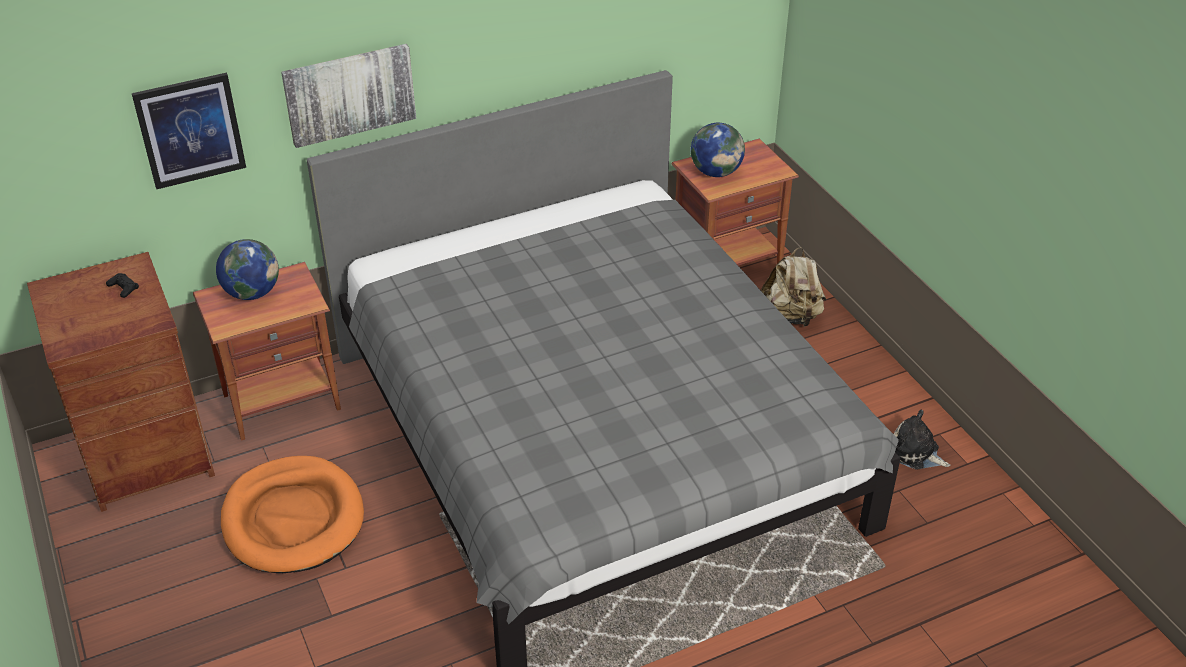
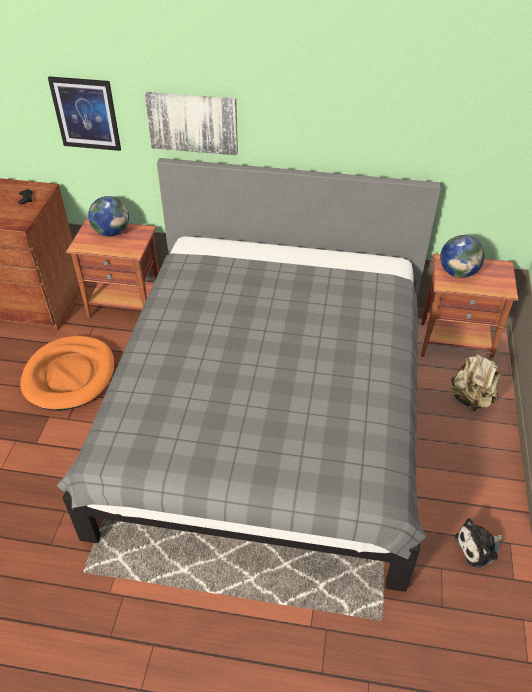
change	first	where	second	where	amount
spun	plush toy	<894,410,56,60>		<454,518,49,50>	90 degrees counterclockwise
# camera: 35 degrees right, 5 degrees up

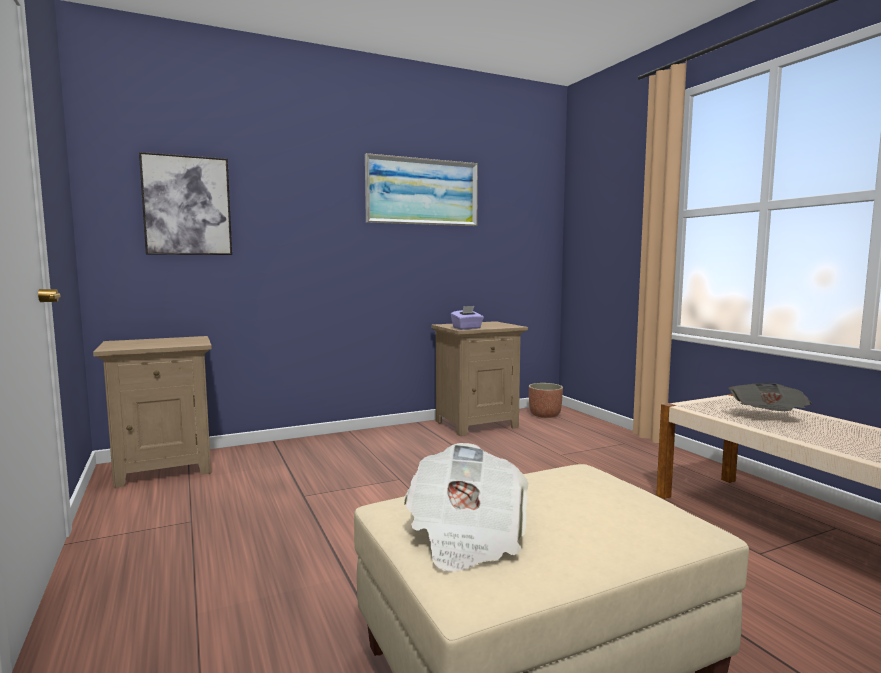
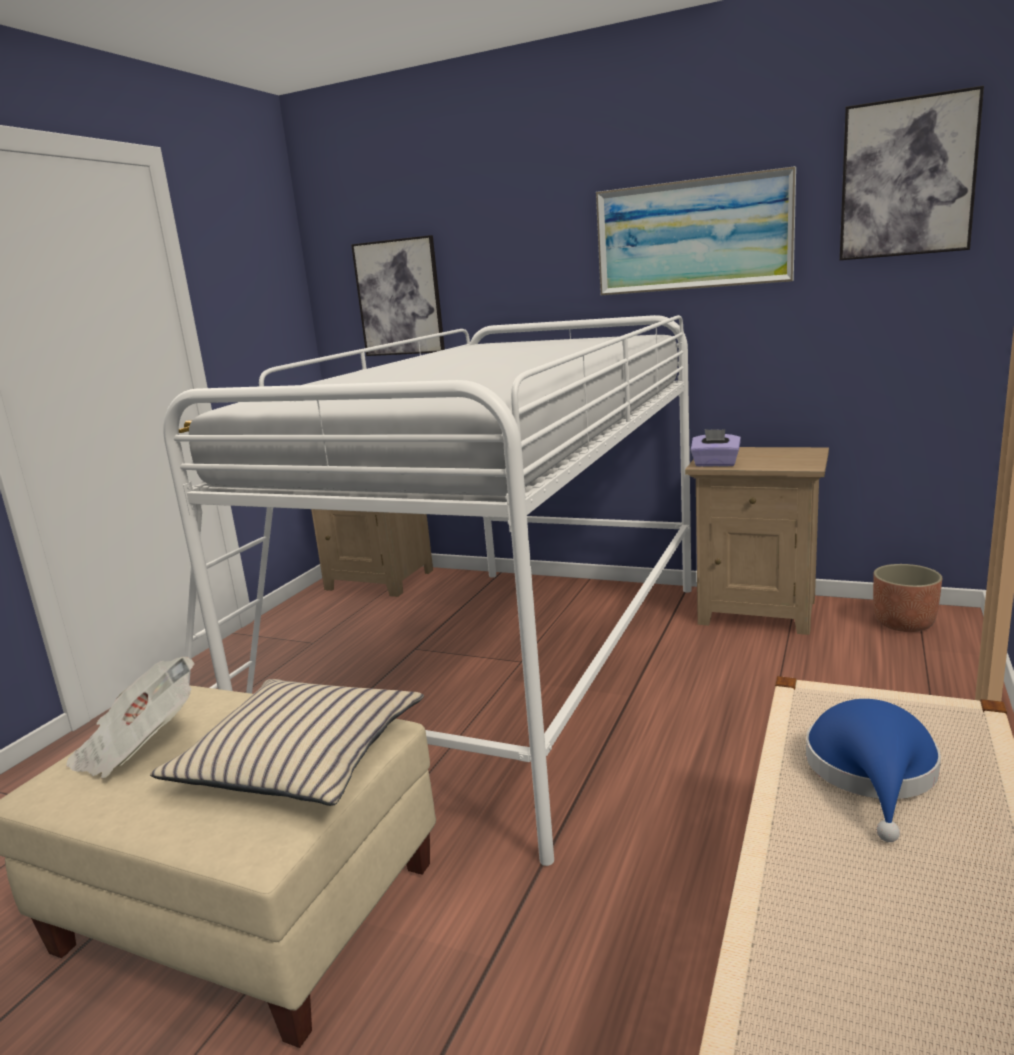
change	first	where	second	where	amount
appeared			beige pillow	<150,679,274,127>	
appeared			white bed	<163,315,529,551>	
appeared			picture	<840,85,144,175>	
exchanged	newspaper	<728,383,84,28>	blue hat	<806,699,135,143>	
# camera: 50 degrees right, 10 degrees up

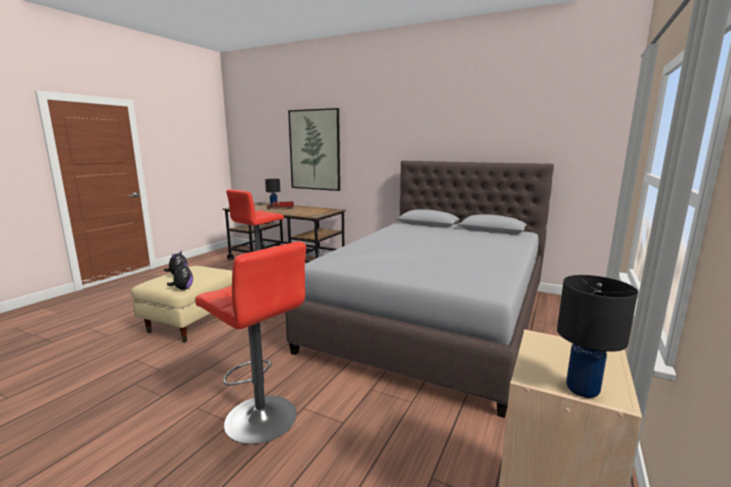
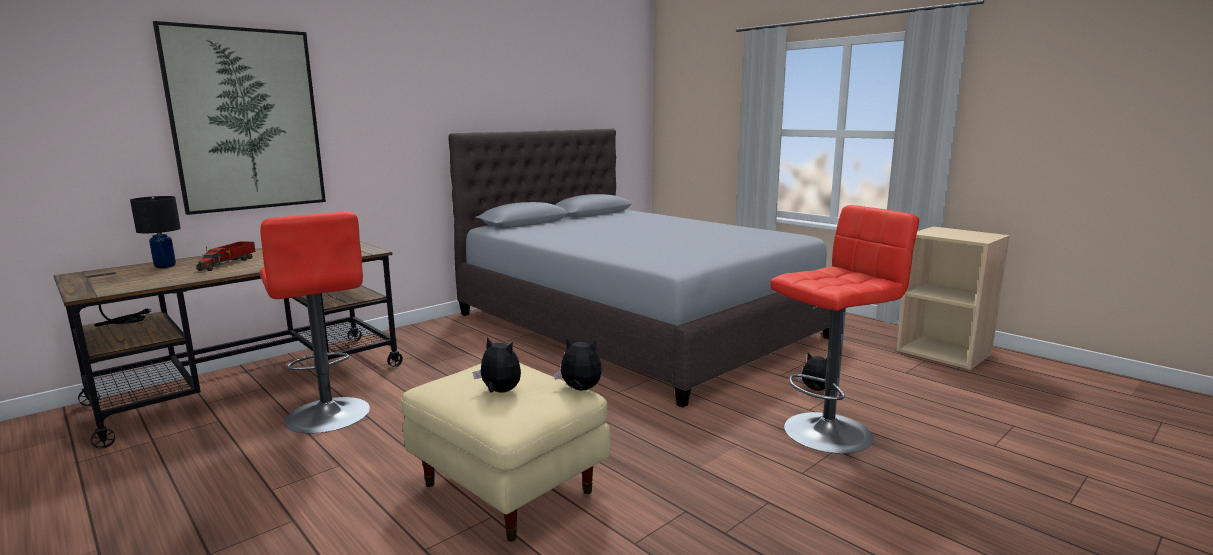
change	first	where	second	where	amount
missing	black table lamp	<557,275,81,123>			
appeared			plush toy	<797,353,30,38>	
# camera: 70 degrees left, 0 degrees up

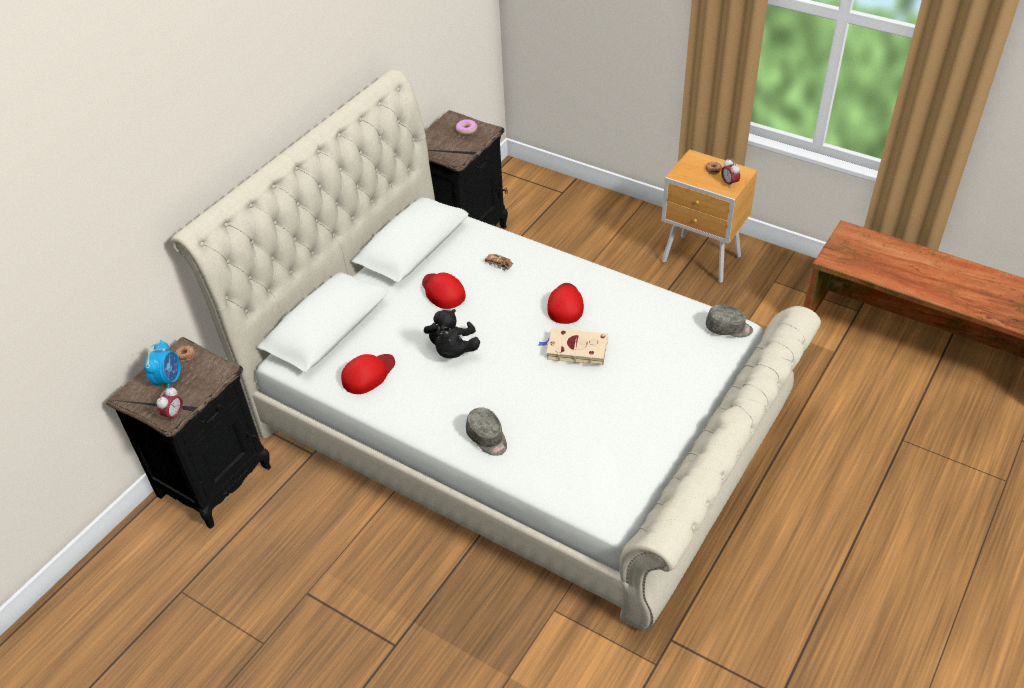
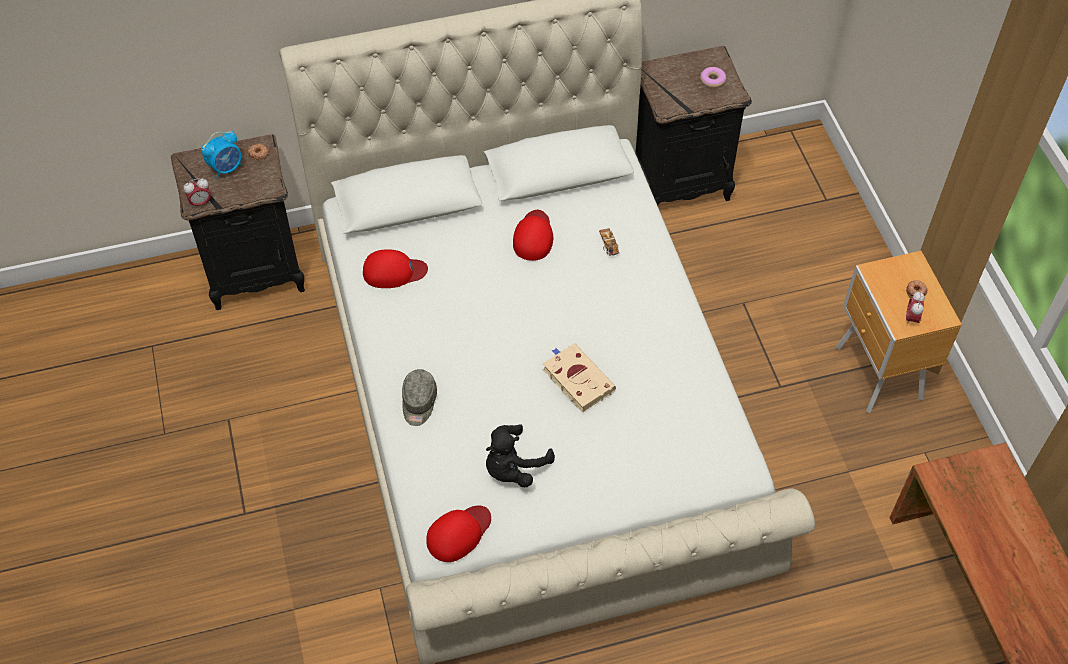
change	first	where	second	where	amount
missing	grey cap	<706,304,47,34>			
relocated	black plush toy	<424,309,56,49>		<486,424,69,63>	
relocated	red cap	<547,283,37,41>		<426,506,65,56>	
# camera: 40 degrees right, 10 degrees up

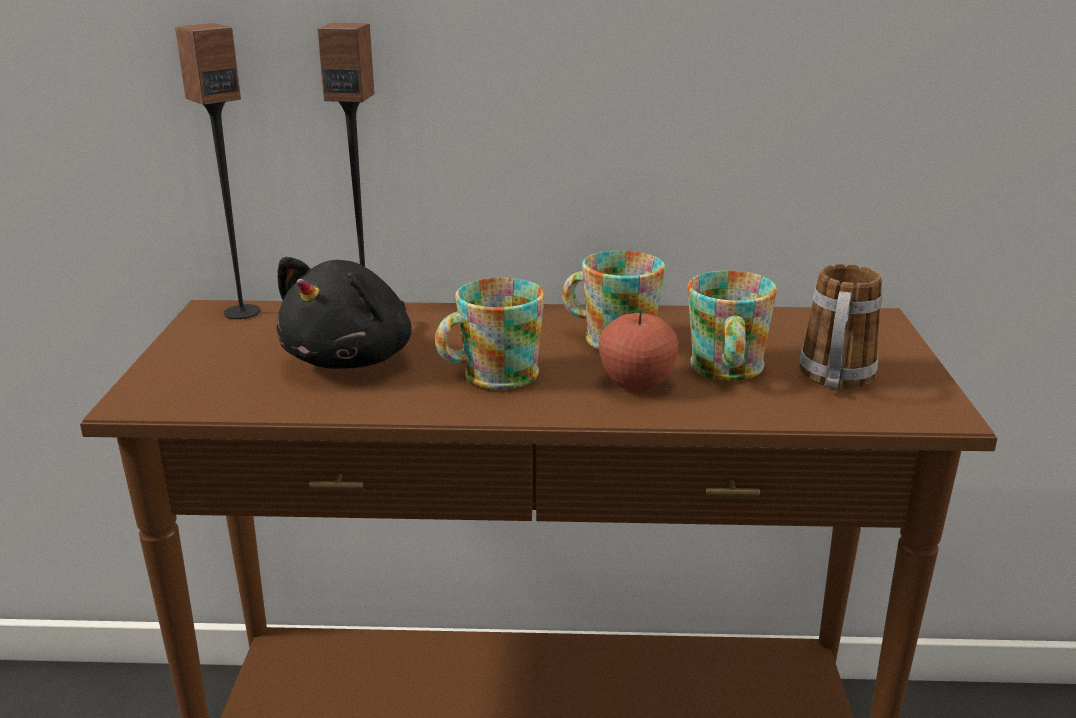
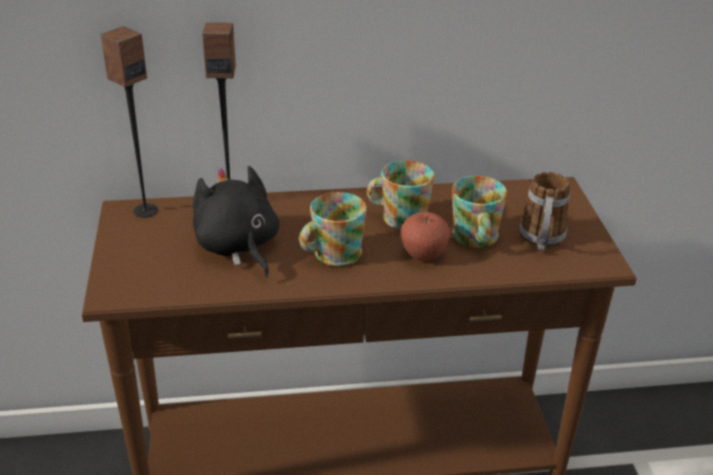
change	first	where	second	where	amount
spun	black plush toy	<276,257,136,112>		<193,166,86,112>	135 degrees clockwise
# camera: 10 degrees left, 10 degrees up

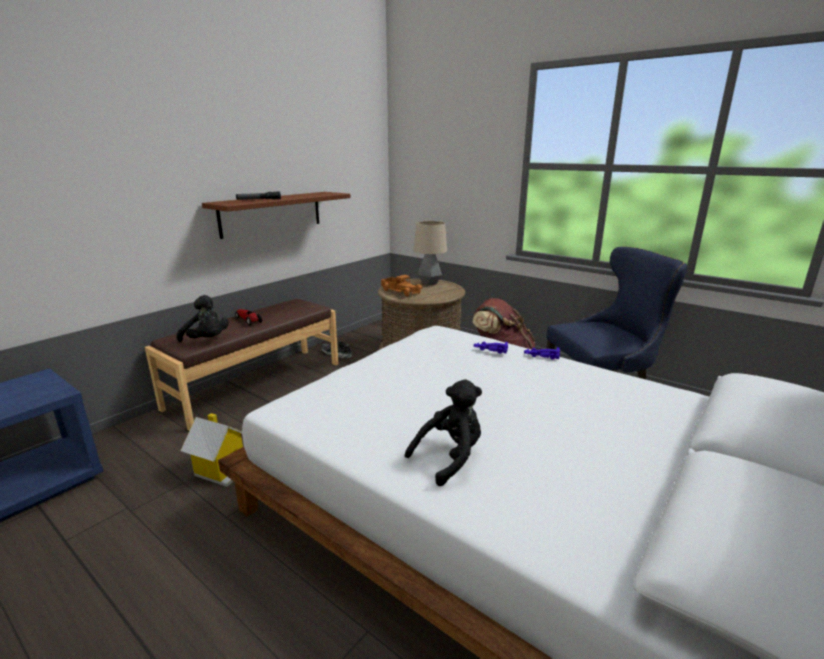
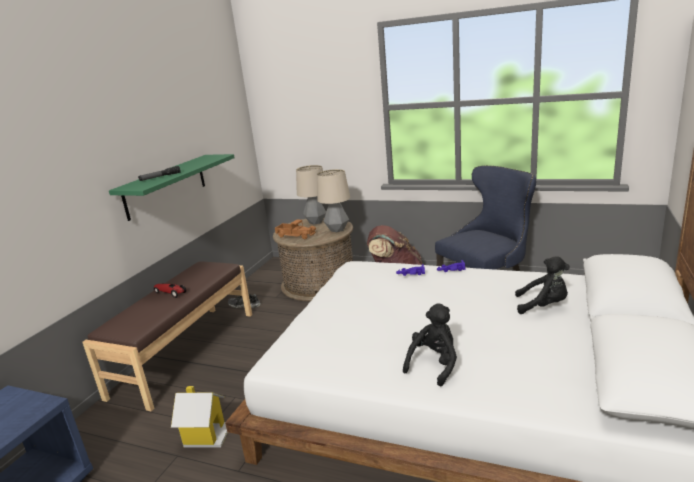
change	first	where	second	where	amount
appeared			table lamp	<317,169,33,63>	
relocated	black plush toy	<177,295,52,47>		<515,256,55,58>	
colour	brown shelf	<202,192,149,47>	green shelf	<109,154,126,67>	
# camera: 15 degrees left, 0 degrees up

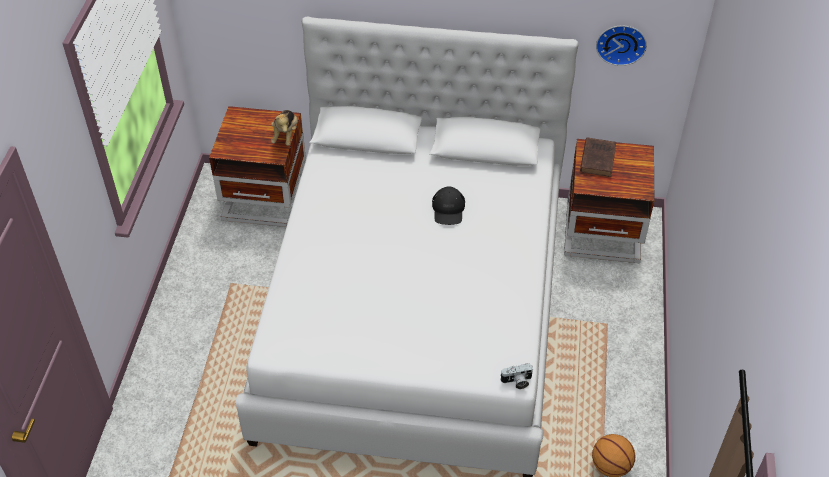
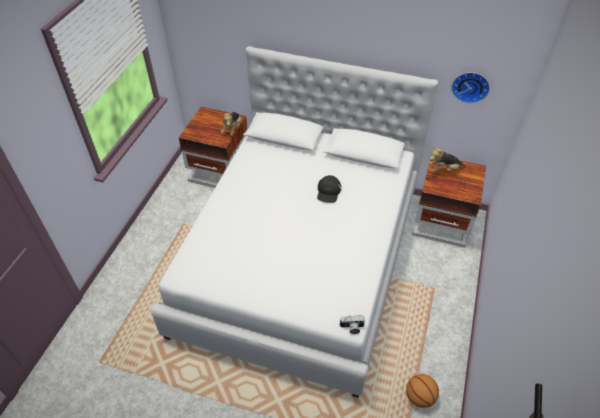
change	first	where	second	where	amount
exchanged	brown book	<580,137,36,40>	plush toy	<429,147,37,25>	
# camera: 10 degrees right, 0 degrees up

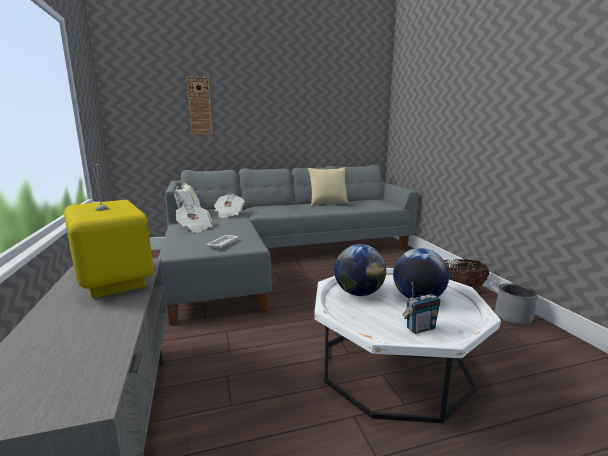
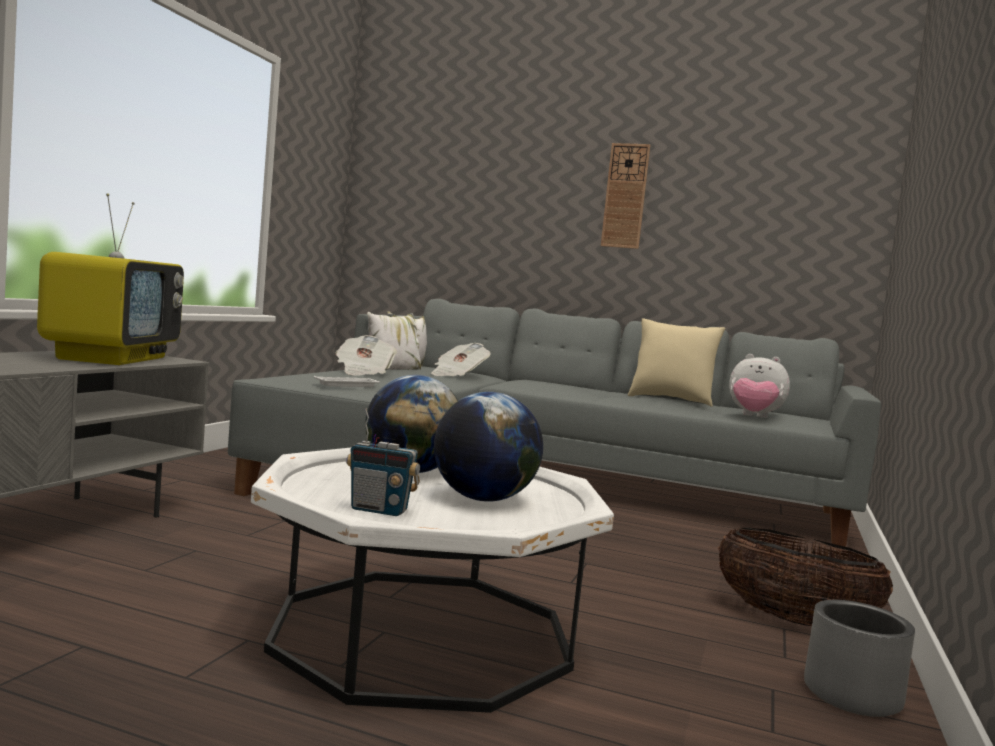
change	first	where	second	where	amount
appeared			plush toy	<729,354,61,64>	
relocated	wall clock	<187,76,25,58>		<601,143,49,106>	
# camera: 35 degrees right, 10 degrees down

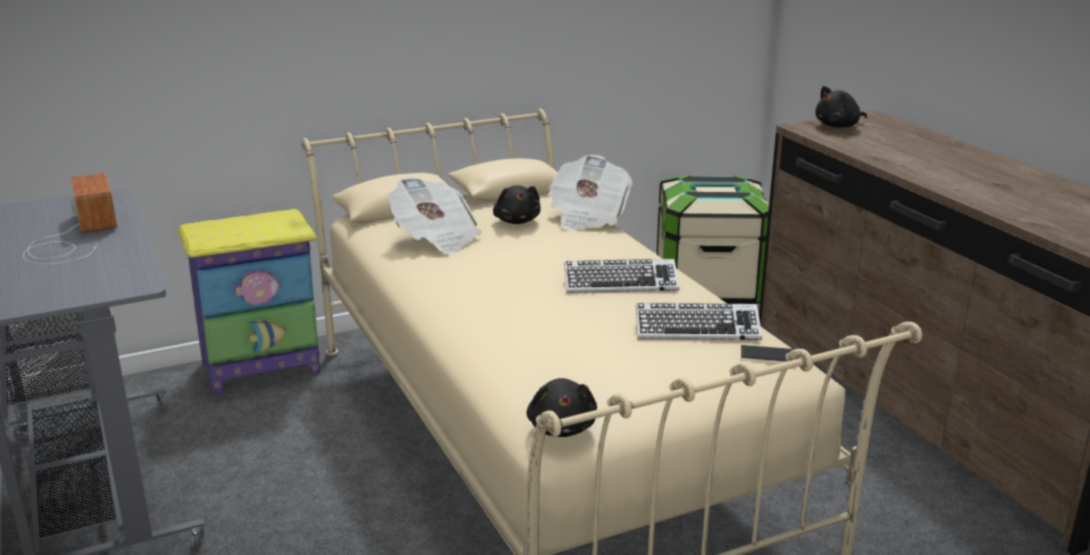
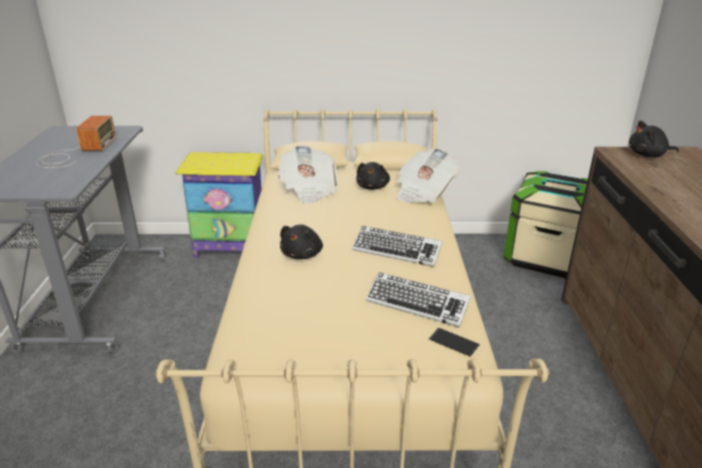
change	first	where	second	where	amount
relocated	black plush toy	<526,378,71,59>		<280,225,43,34>	
# camera: 25 degrees right, 5 degrees up

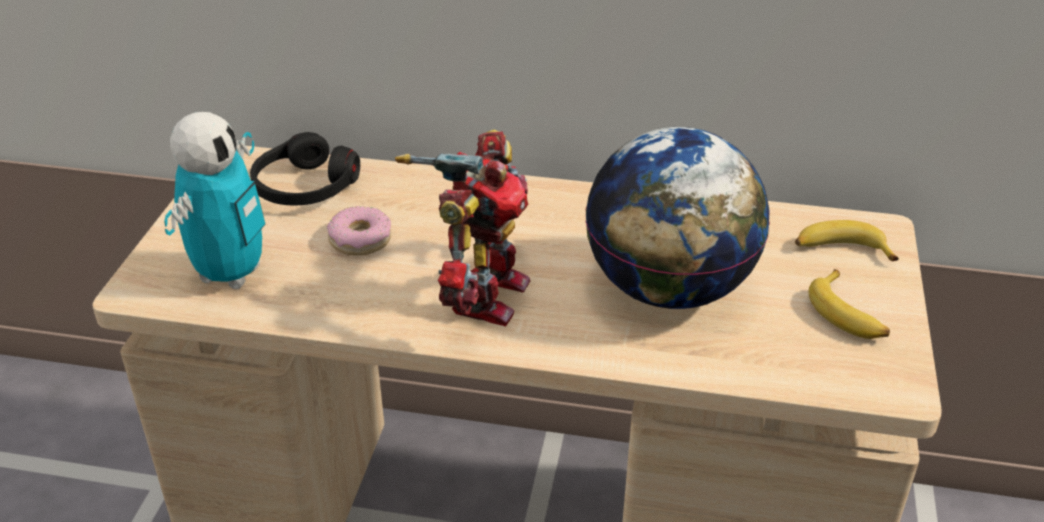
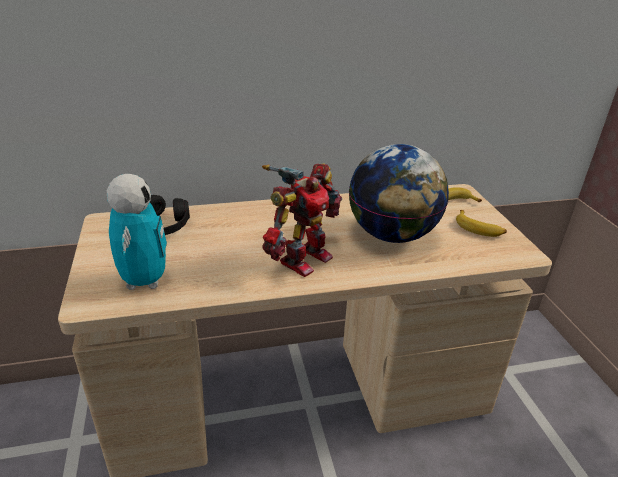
change	first	where	second	where	amount
missing	donut	<327,206,64,50>			
spun	toy robot	<395,129,135,197>		<262,163,80,114>	45 degrees clockwise
# camera: 25 degrees left, 5 degrees down

